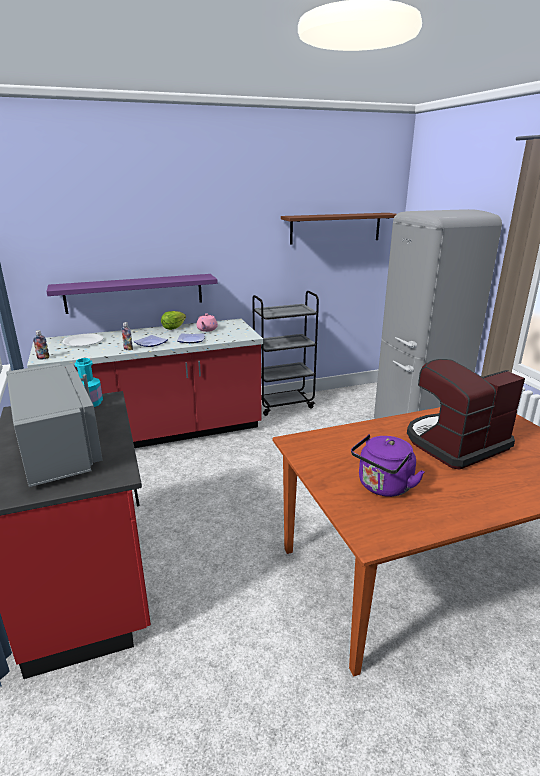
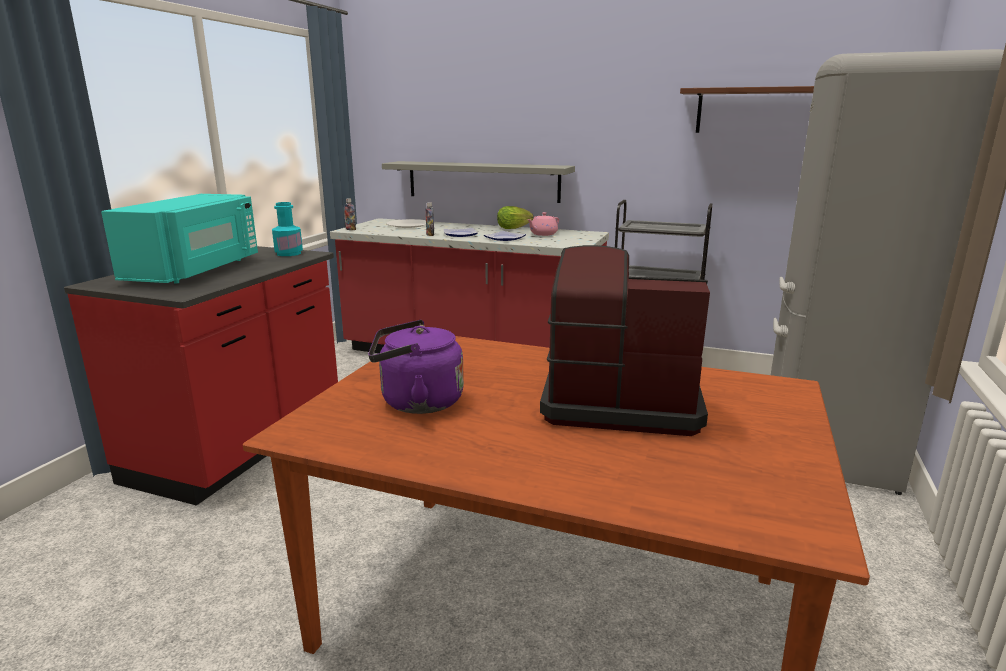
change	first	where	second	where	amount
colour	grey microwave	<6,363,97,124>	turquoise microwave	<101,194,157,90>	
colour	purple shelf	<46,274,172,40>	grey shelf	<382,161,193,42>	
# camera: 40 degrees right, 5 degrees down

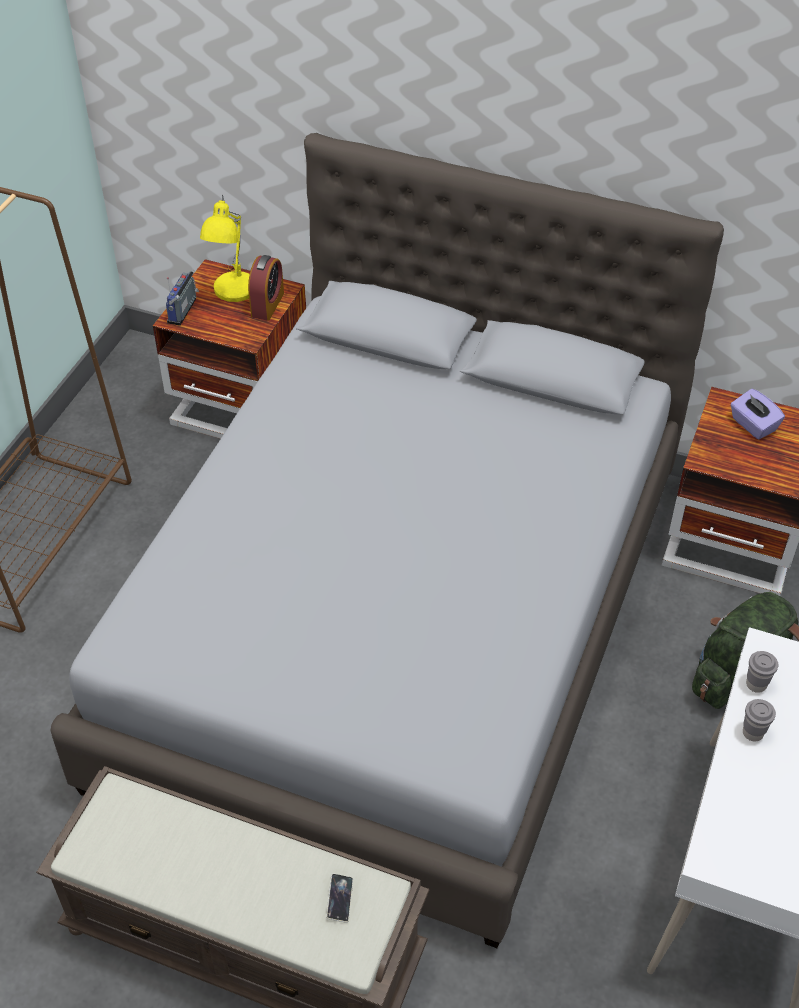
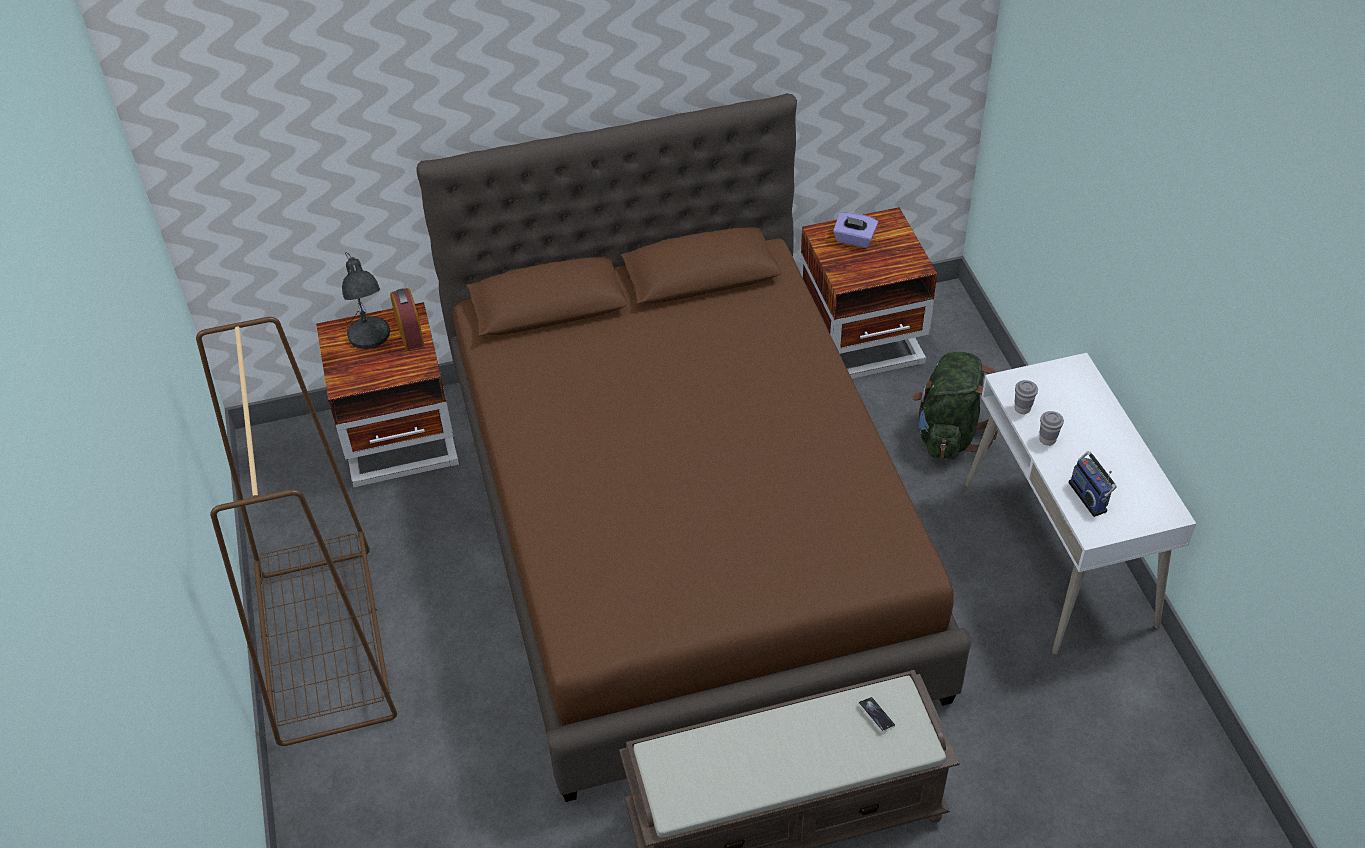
change	first	where	second	where	amount
relocated	radio	<166,269,33,57>		<1068,451,49,66>	
colour	grey bed	<50,133,674,815>	brown bed	<416,93,555,709>	
colour	yellow table lamp	<200,195,50,107>	grey table lamp	<342,253,48,96>	
# camera: 35 degrees left, 0 degrees up

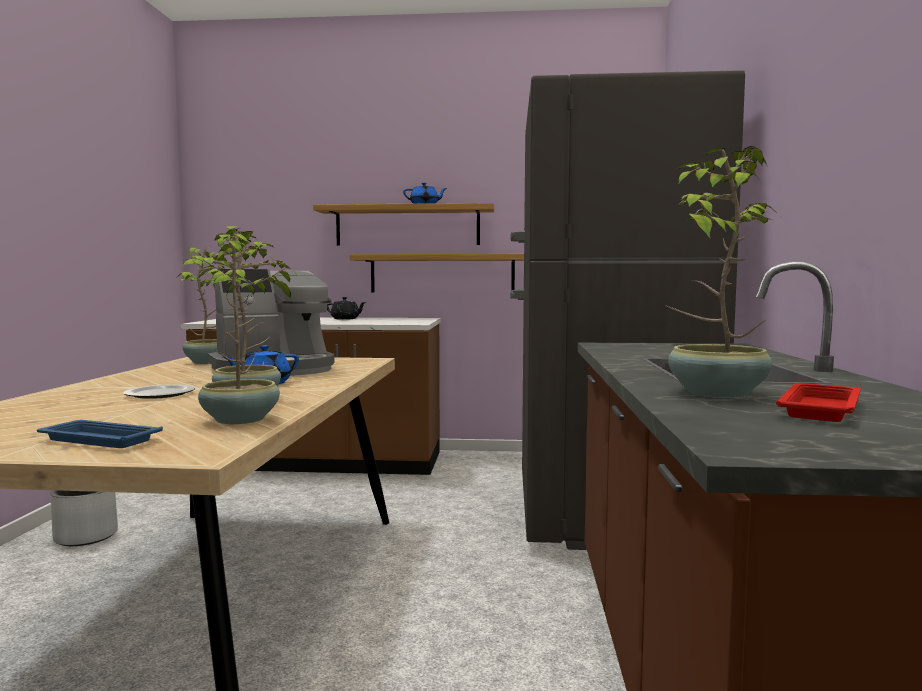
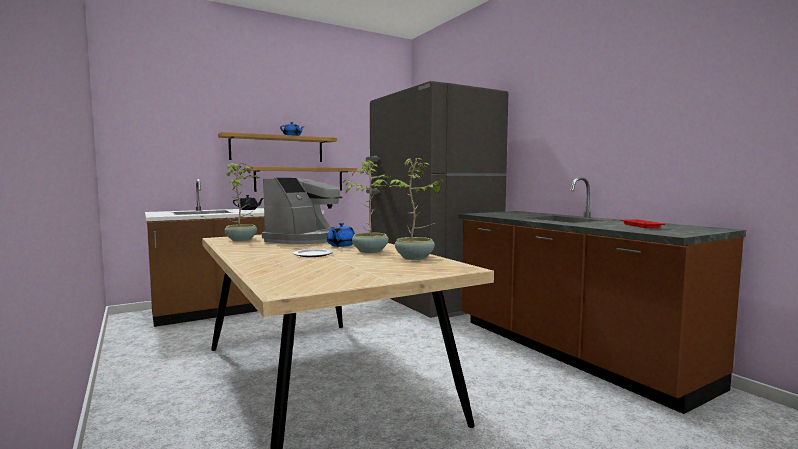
change	first	where	second	where	amount
missing	blue tray	<37,420,126,28>			
missing	grey planter	<50,490,68,56>			
missing	potted plant	<666,146,113,252>			
# camera: 35 degrees left, 0 degrees up

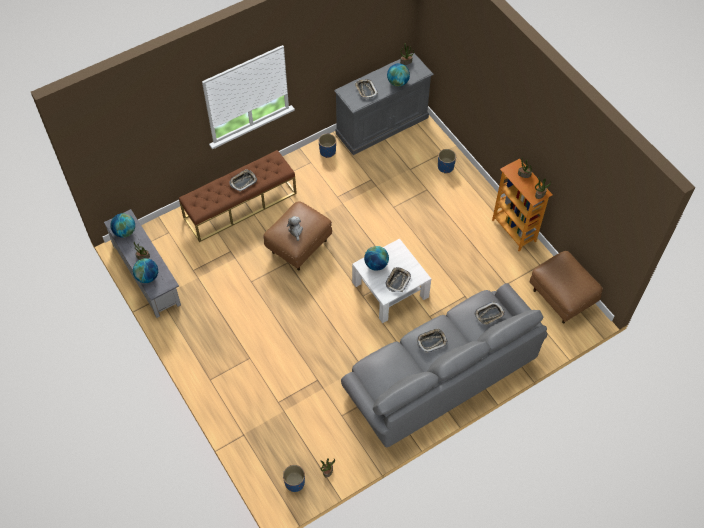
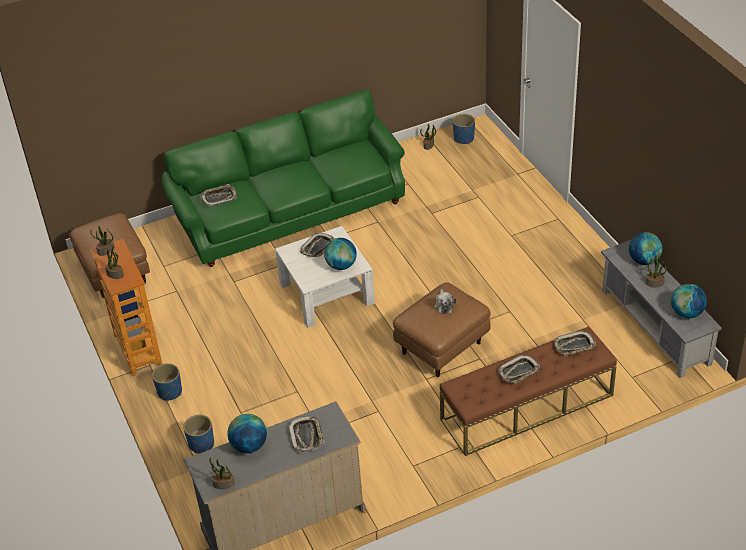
change	first	where	second	where	amount
relocated	blue planter	<319,134,17,24>		<152,363,30,38>	
relocated	tray	<416,328,32,25>		<553,331,43,24>	
colour	grey sofa	<341,283,206,165>	green sofa	<161,90,244,177>	
# camera: 170 degrees left, 15 degrees down

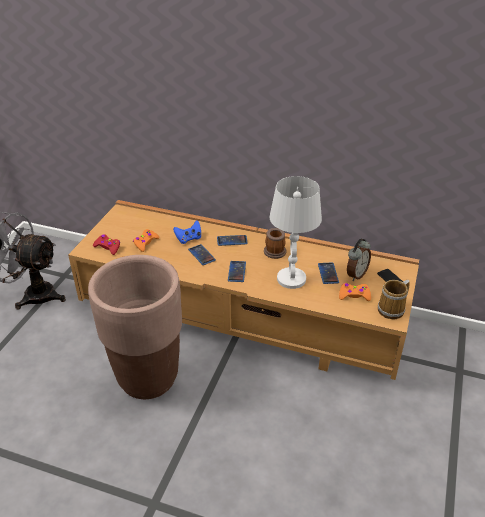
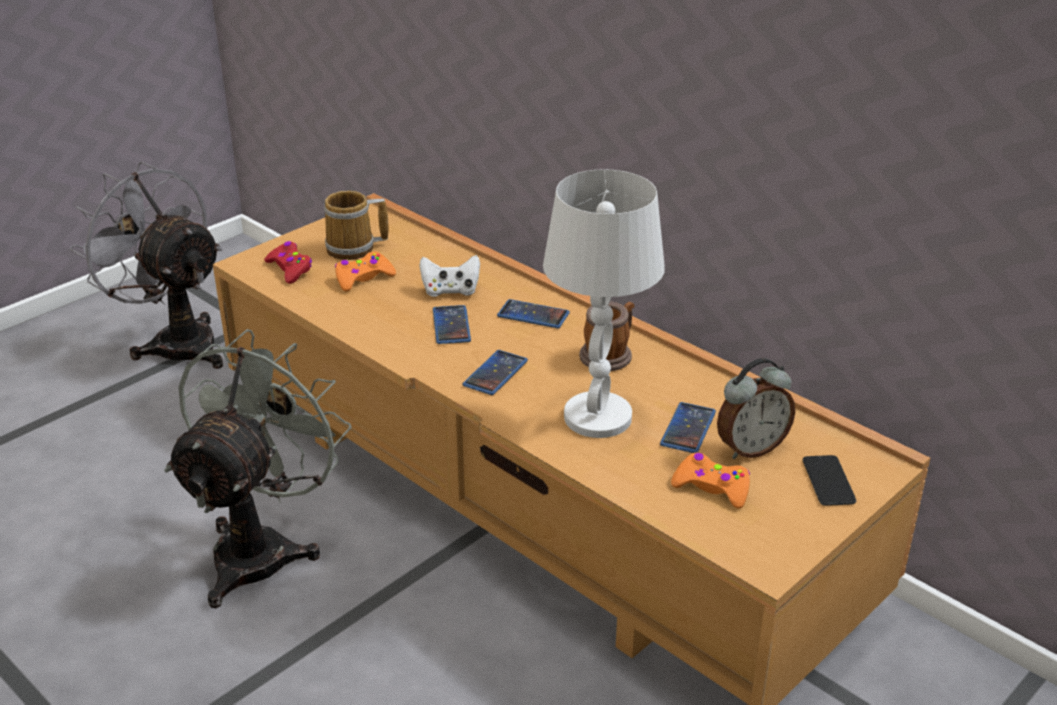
change	first	where	second	where	amount
relocated	mug	<378,280,32,39>		<324,191,65,69>	
exchanged	brown planter	<88,255,94,144>	grey fan	<164,329,188,279>	
colour	blue game controller	<173,221,28,23>	white game controller	<419,255,61,42>	
# camera: 25 degrees right, 5 degrees down

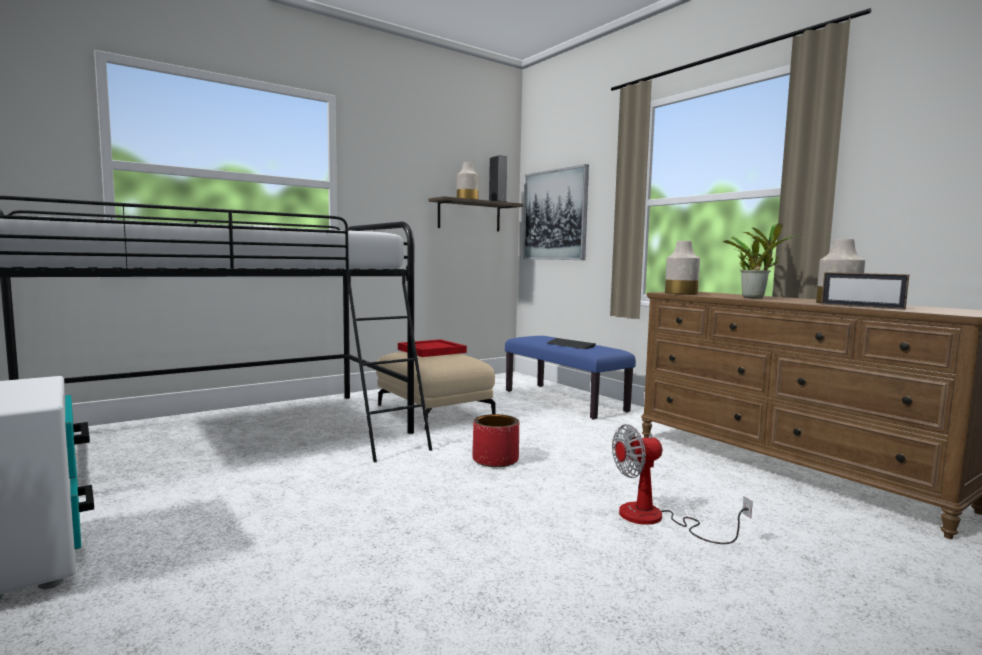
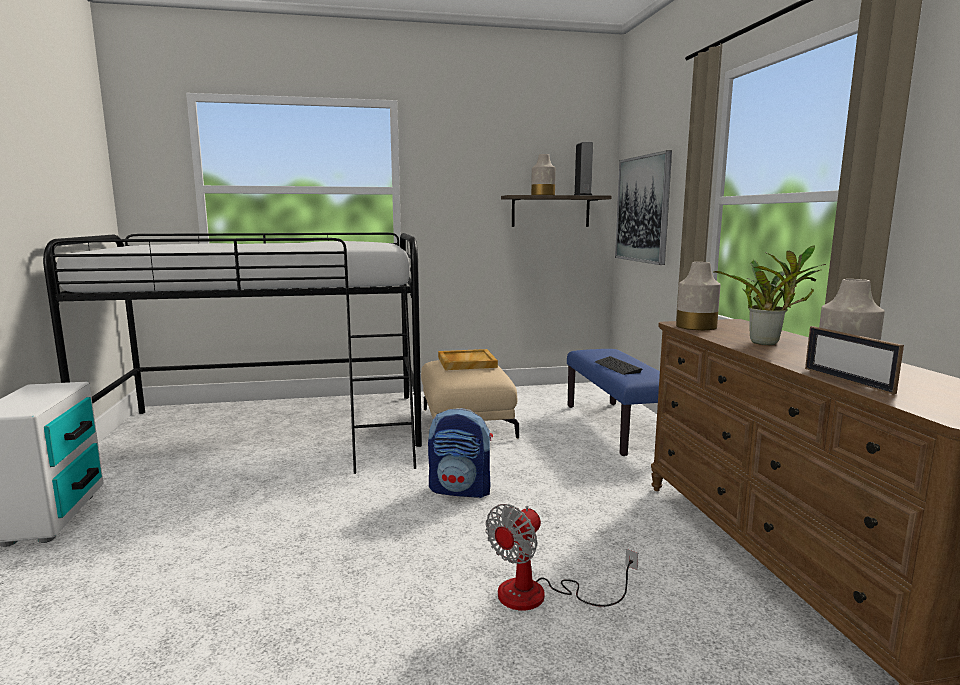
change	first	where	second	where	amount
exchanged	red planter	<472,414,47,53>	backpack	<428,408,65,90>	
colour	red tray	<398,339,69,18>	beige tray	<438,349,60,21>	
spun	fan	<612,424,141,120>		<485,504,153,107>	60 degrees counterclockwise
# camera: 25 degrees right, 5 degrees up

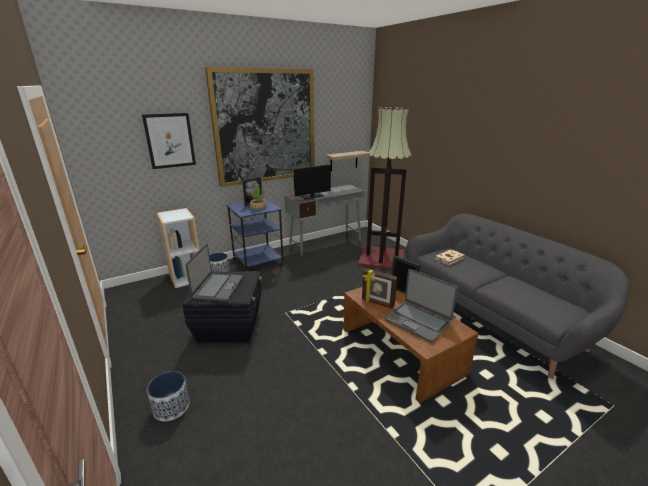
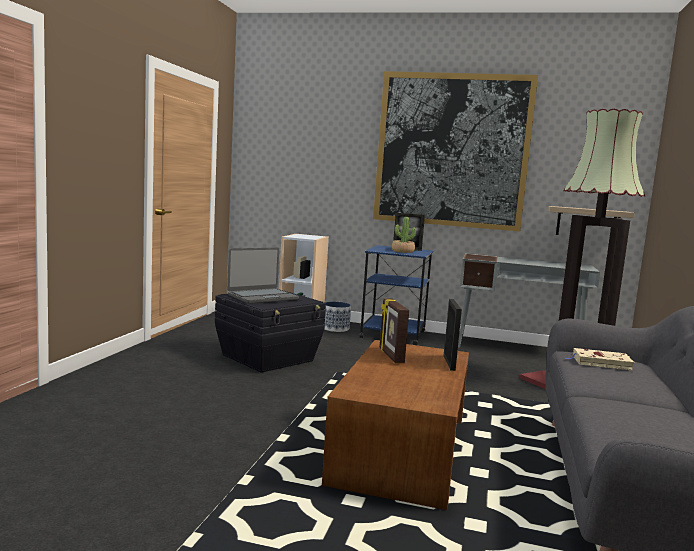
change	first	where	second	where	amount
missing	picture	<142,113,54,56>			
missing	planter	<147,371,43,50>			
missing	monitor	<294,165,37,34>			
missing	laptop	<385,269,73,74>			
# camera: 45 degrees right, 15 degrees down

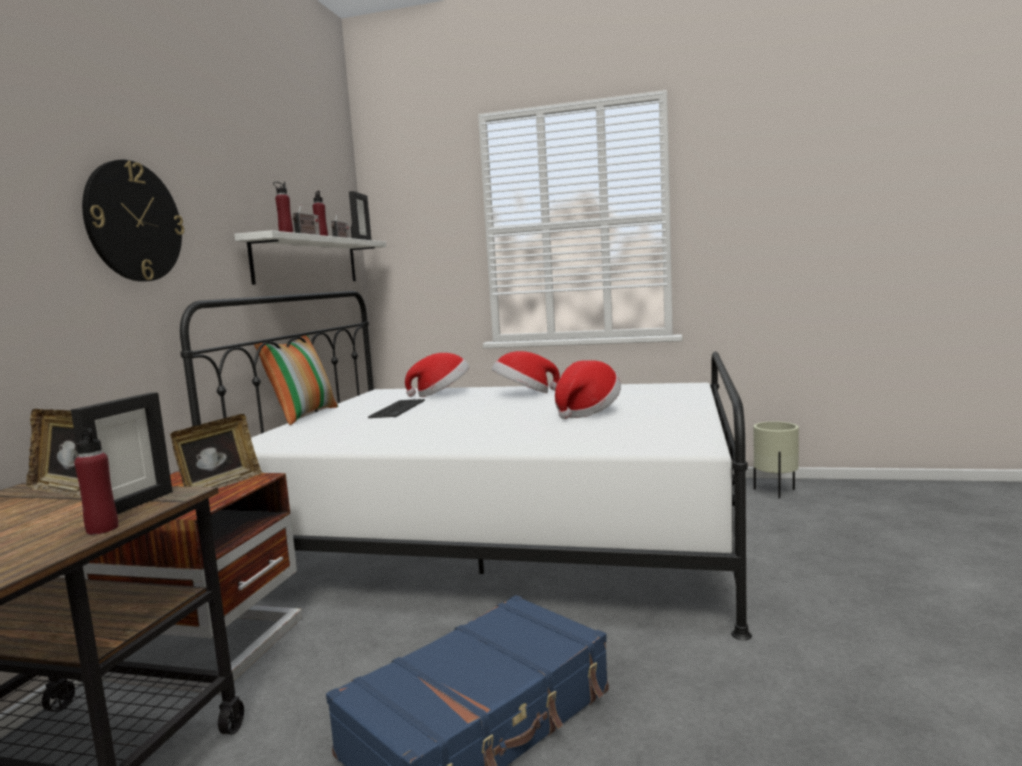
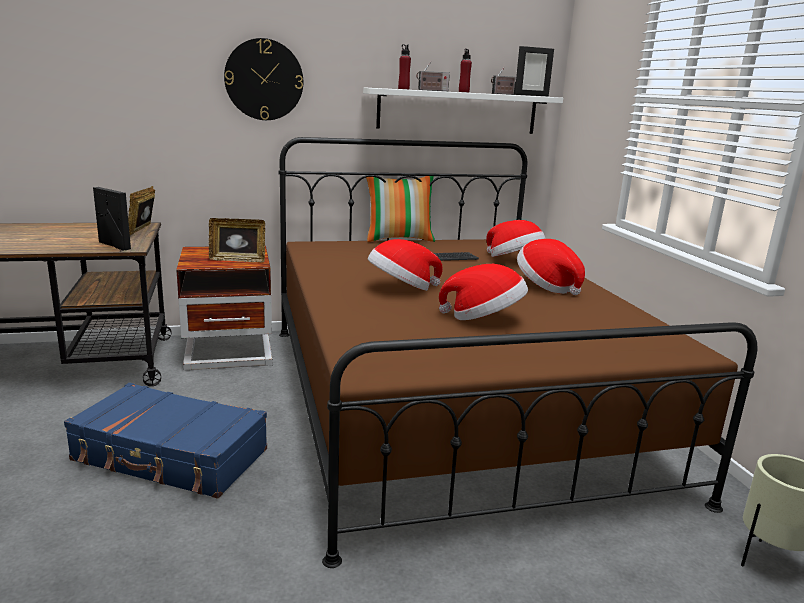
change	first	where	second	where	amount
missing	red bottle	<74,427,44,108>			
appeared			hat	<368,239,75,52>	
colour	white bed	<180,291,572,349>	brown bed	<279,137,479,431>	
spun	picture frame	<71,393,102,121>		<93,187,38,64>	135 degrees counterclockwise
# camera: 60 degrees right, 10 degrees up

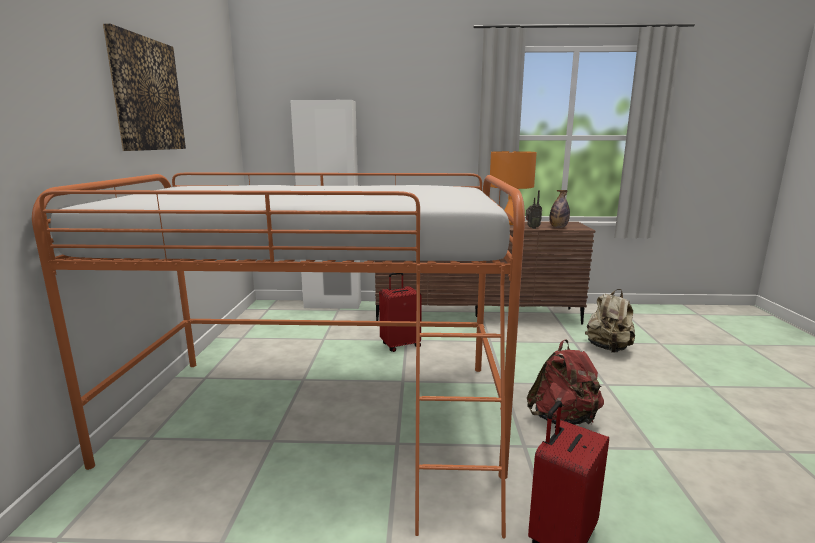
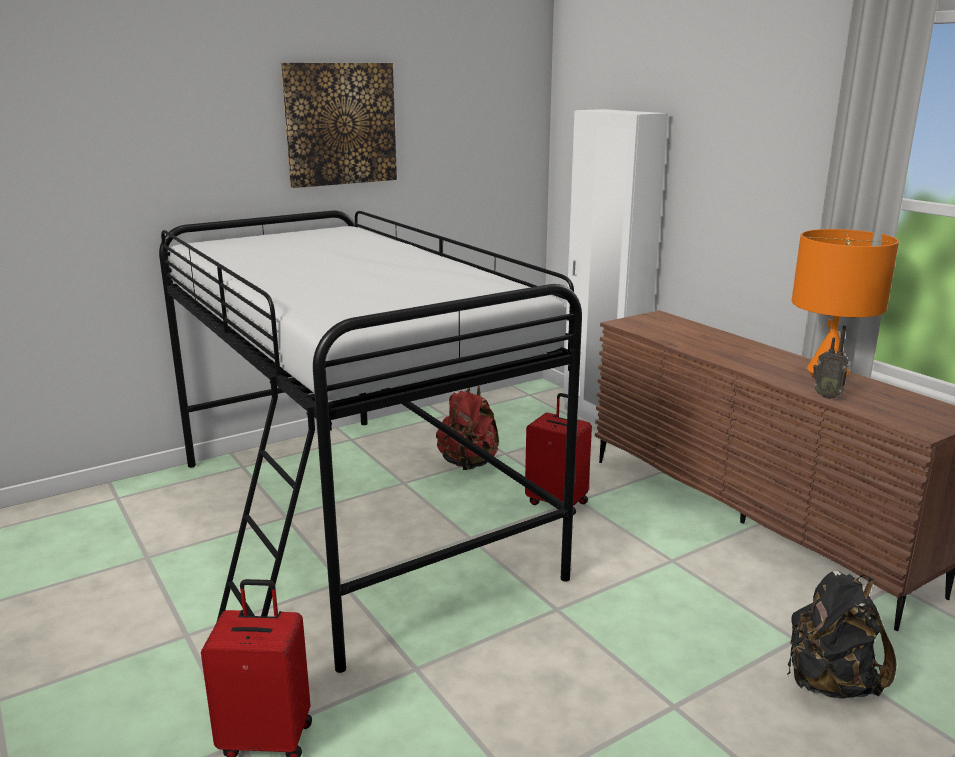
change	first	where	second	where	amount
missing	bottle	<550,190,20,38>			
relocated	red backpack	<527,339,77,86>		<436,386,63,84>	
colour	orange bed	<32,173,493,365>	black bed	<159,211,423,462>	
colour	beige backpack	<585,289,50,63>	black backpack	<787,571,110,128>	
# camera: 55 degrees right, 5 degrees up

